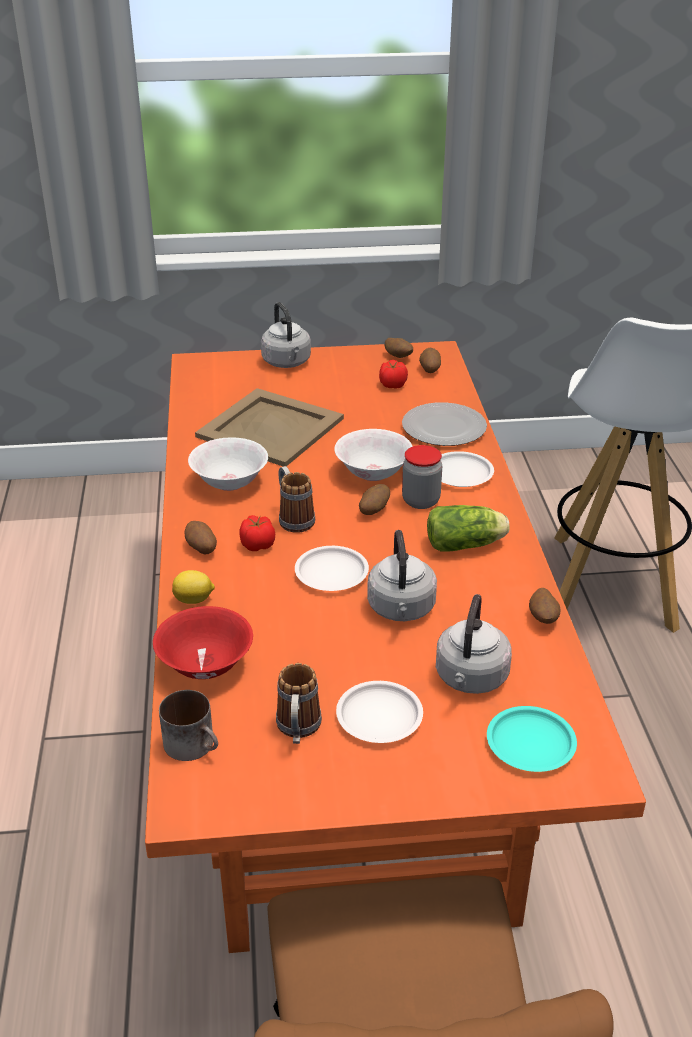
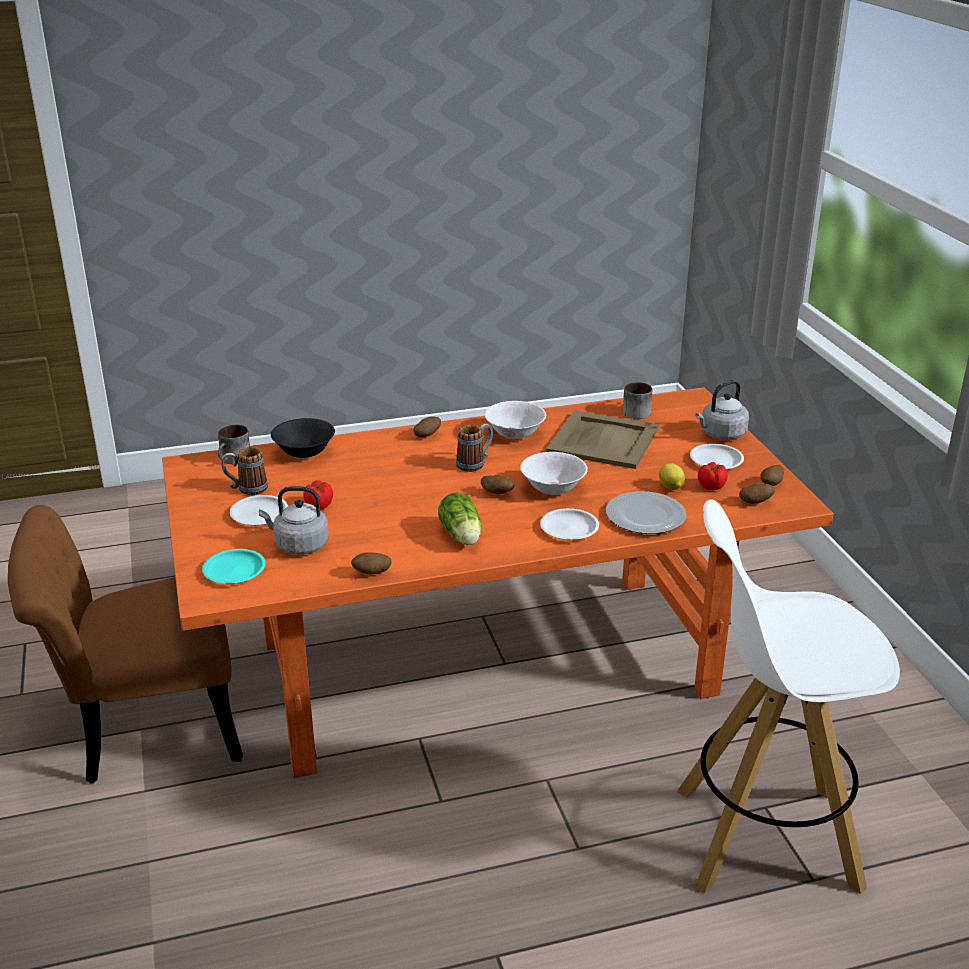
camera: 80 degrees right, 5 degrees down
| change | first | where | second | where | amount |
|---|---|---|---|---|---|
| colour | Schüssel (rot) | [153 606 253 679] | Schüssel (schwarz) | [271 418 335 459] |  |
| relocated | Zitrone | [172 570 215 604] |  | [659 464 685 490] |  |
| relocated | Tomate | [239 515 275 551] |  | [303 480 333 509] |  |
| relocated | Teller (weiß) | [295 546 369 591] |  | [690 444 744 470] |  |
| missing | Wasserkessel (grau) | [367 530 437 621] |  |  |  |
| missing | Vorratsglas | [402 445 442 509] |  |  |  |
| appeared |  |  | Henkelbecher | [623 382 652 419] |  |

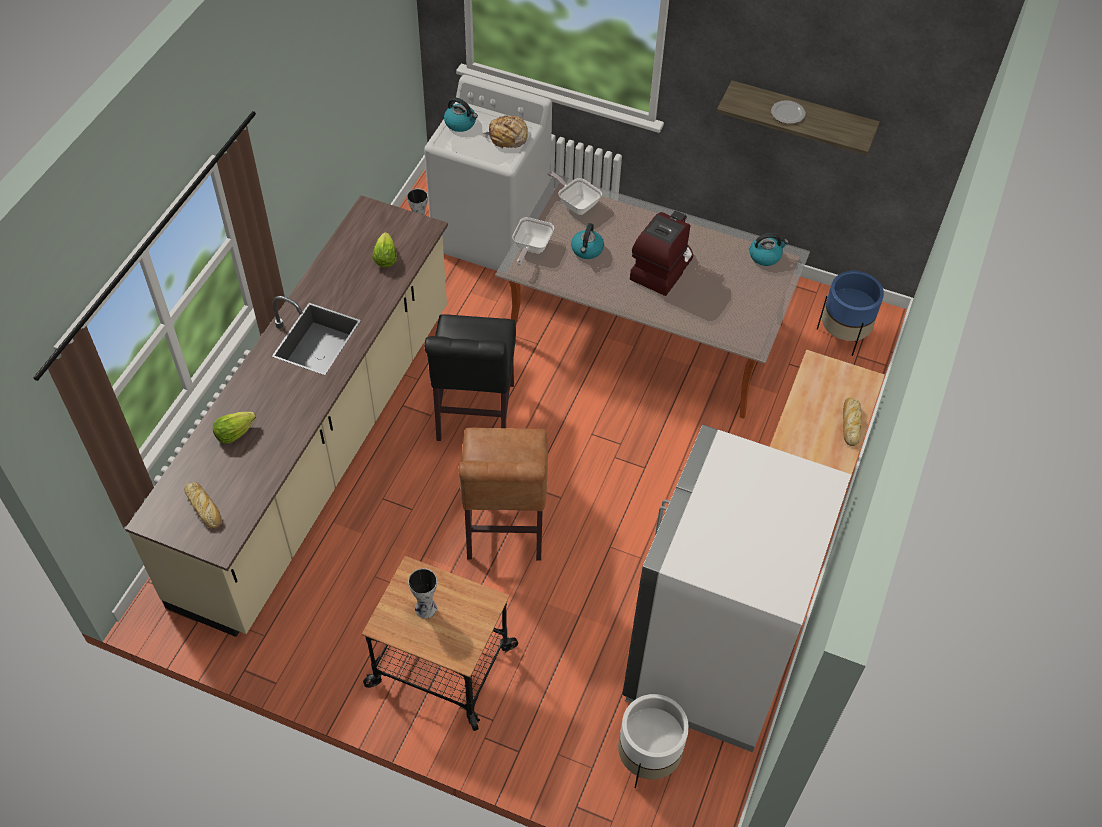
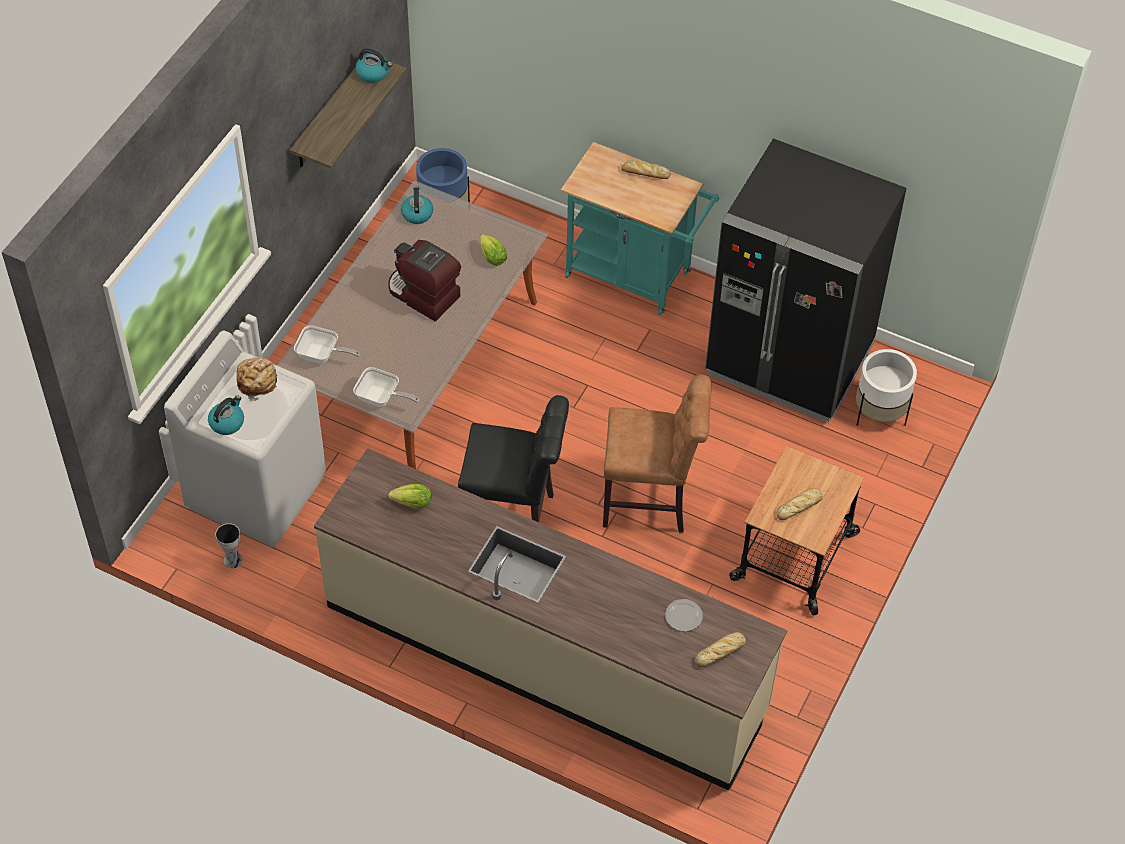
camera: 85 degrees left, 0 degrees up
| change | first | where | second | where | amount |
|---|---|---|---|---|---|
| relocated | Salatkopf | [213 412 256 444] |  | [480 234 507 266] |  |
| exchanged | Vase | [408 568 437 618] | Brot | [776 488 823 520] |  |
| spun | Pfanne | [547 172 602 215] |  | [294 325 360 364] | 120 degrees counterclockwise |
| relocated | Wasserkessel | [571 223 604 259] |  | [356 48 392 83] |  |
| colour | Kühlschrank (weiß) | [622 425 851 752] | Kühlschrank (schwarz) | [705 138 907 424] |  |
| relocated | Teller | [771 100 805 124] |  | [665 599 703 631] |  |

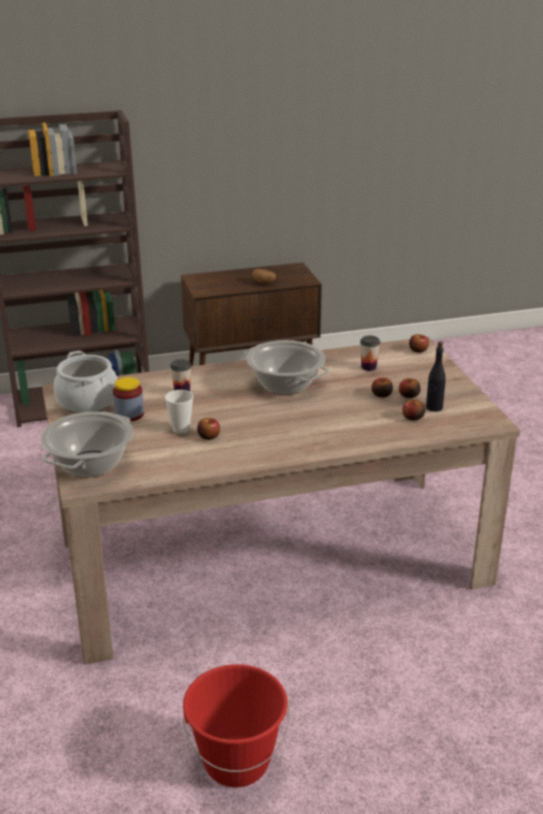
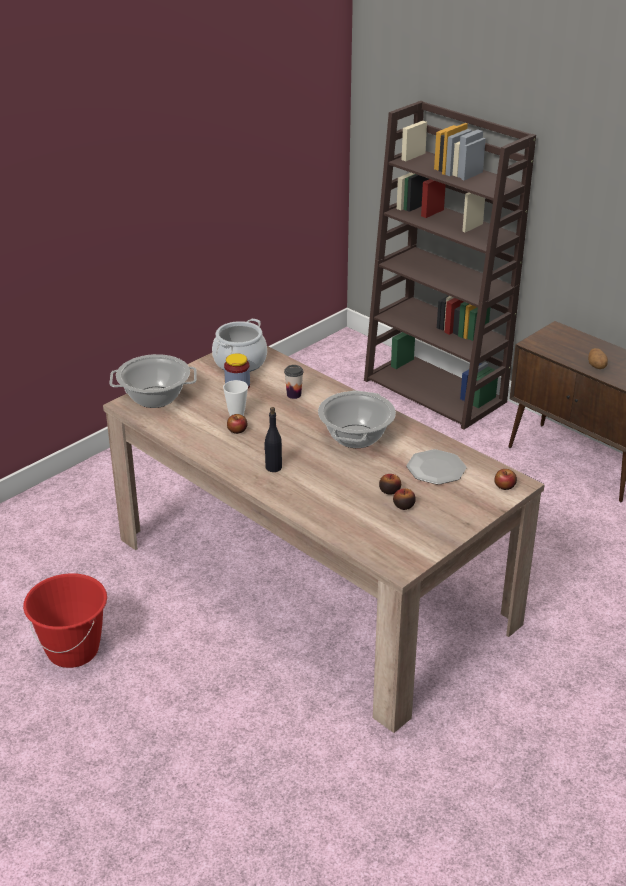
camera: 60 degrees right, 5 degrees up
| change | first | where | second | where | amount |
|---|---|---|---|---|---|
| exchanged | Tasse | [360 335 380 371] | Teller | [406 449 466 485] |  |
| missing | Apfel | [402 400 425 420] |  |  |  |
| relocated | Flasche (schwarz) | [426 341 446 412] |  | [264 407 282 472] |  |

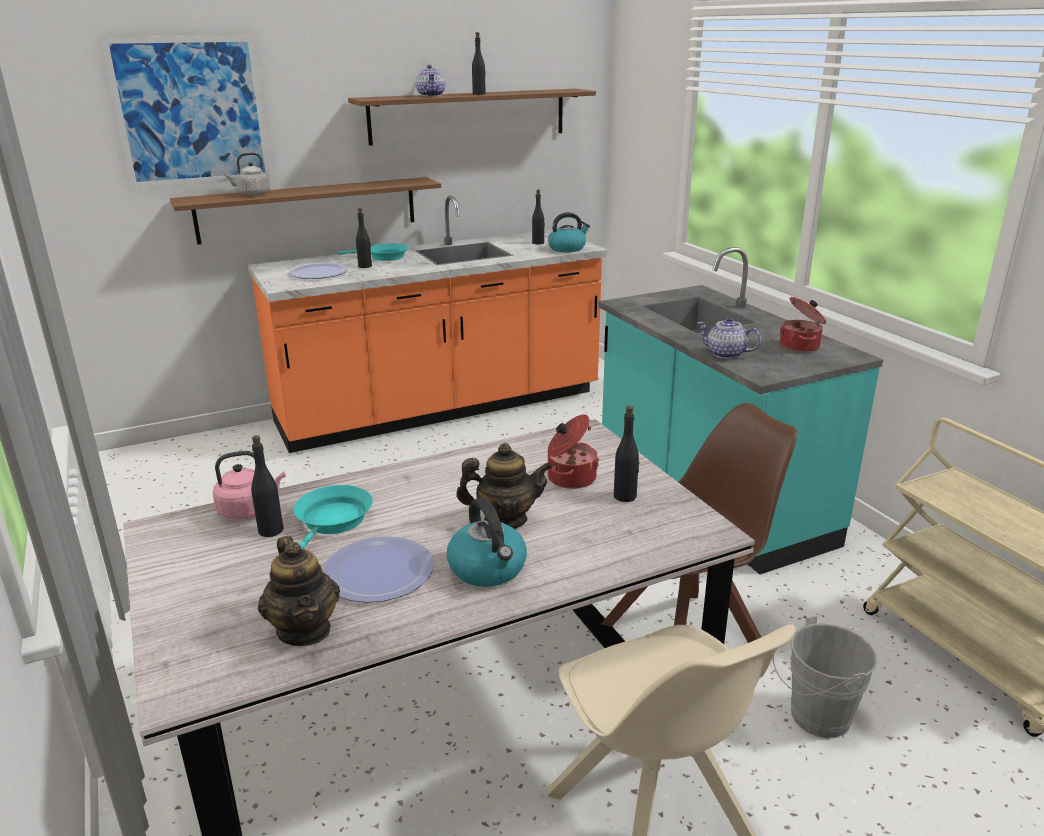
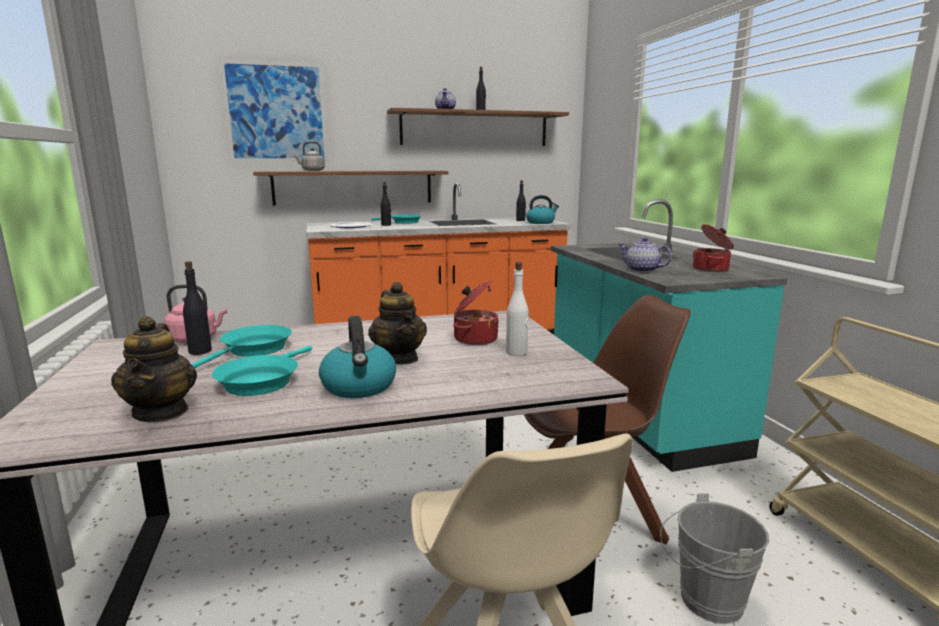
camera: 10 degrees right, 10 degrees down
| change | first | where | second | where | amount |
|---|---|---|---|---|---|
| exchanged | Teller | [322 536 434 603] | Pfanne (türkis) | [212 346 312 396] |  |
| spun | Teekanne | [456 443 553 529] |  | [368 282 427 365] | 60 degrees clockwise |
| colour | Flasche (schwarz) | [614 406 640 502] | Flasche (weiß) | [506 262 529 356] |  |

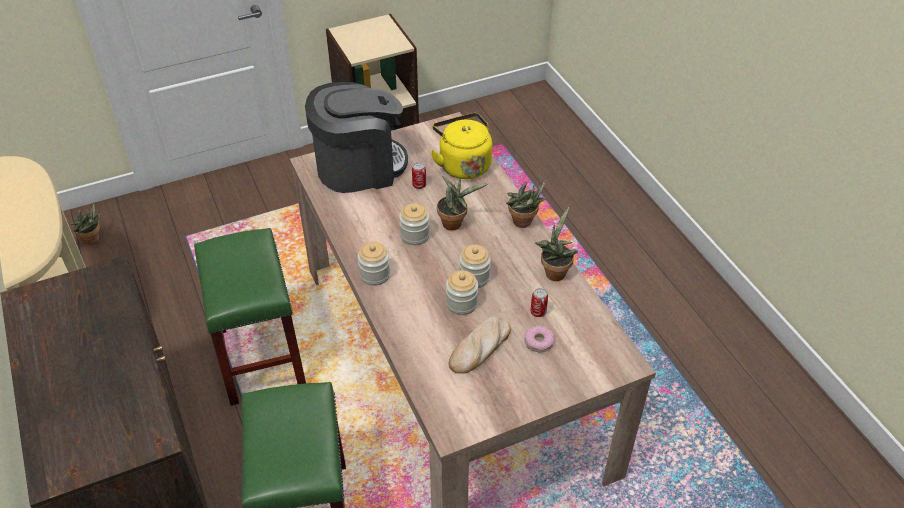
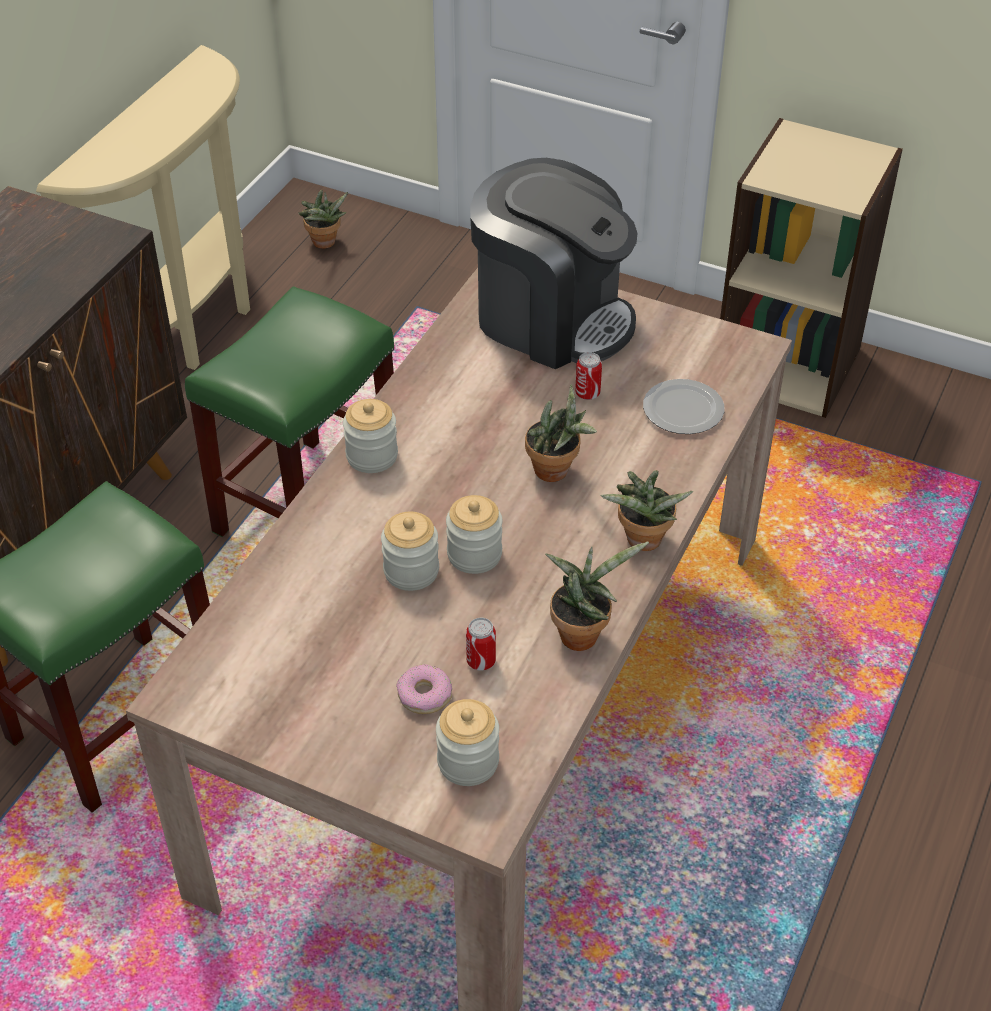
camera: 50 degrees right, 0 degrees up
| change | first | where | second | where | amount |
|---|---|---|---|---|---|
| relocated | Vorratsglas | [399 203 430 245] |  | [436 699 499 786] |  |
| exchanged | Wasserkessel (gelb) | [431 113 492 179] | Teller | [643 379 725 434] |  |
| missing | Brot | [449 316 511 374] |  |  |  |

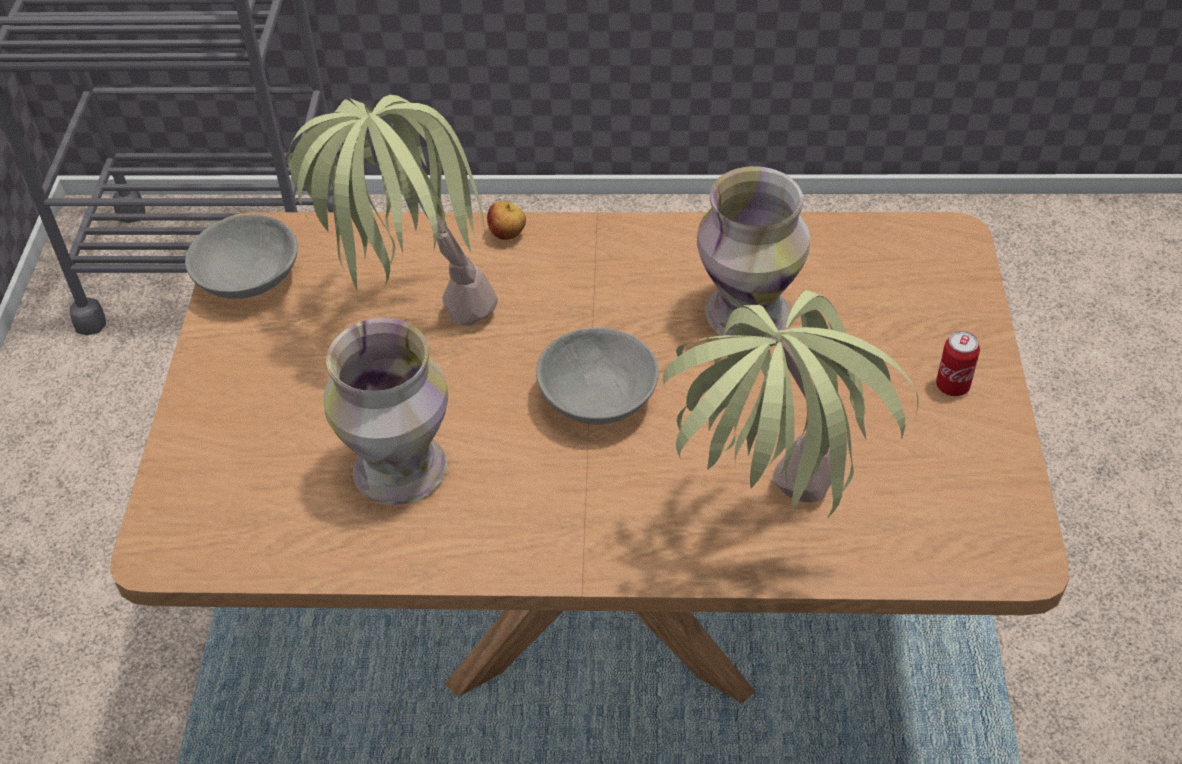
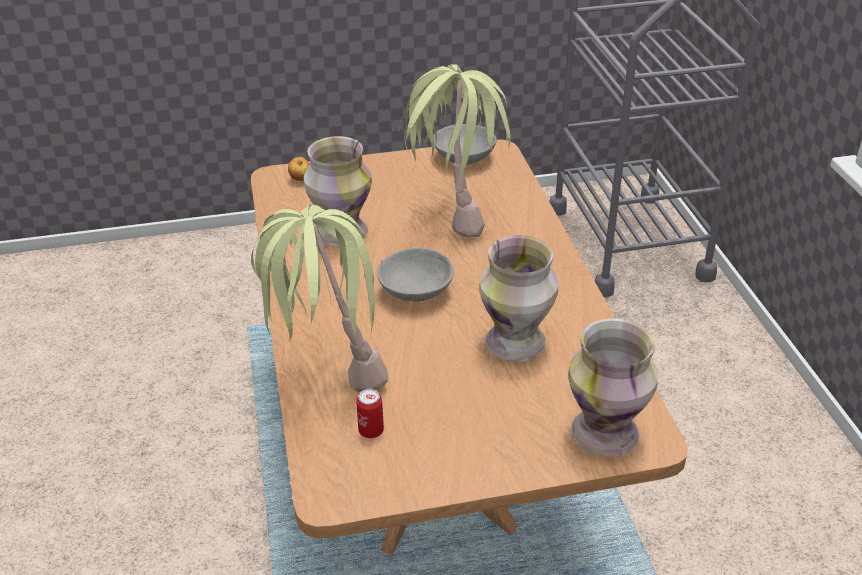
camera: 75 degrees right, 10 degrees down
| change | first | where | second | where | amount |
|---|---|---|---|---|---|
| relocated | Apfel | [487 201 526 240] |  | [288 157 310 181] |  |
| relocated | Dose | [936 331 980 396] |  | [356 389 384 438] |  |
| appeared |  |  | Vase | [568 318 658 457] |  |

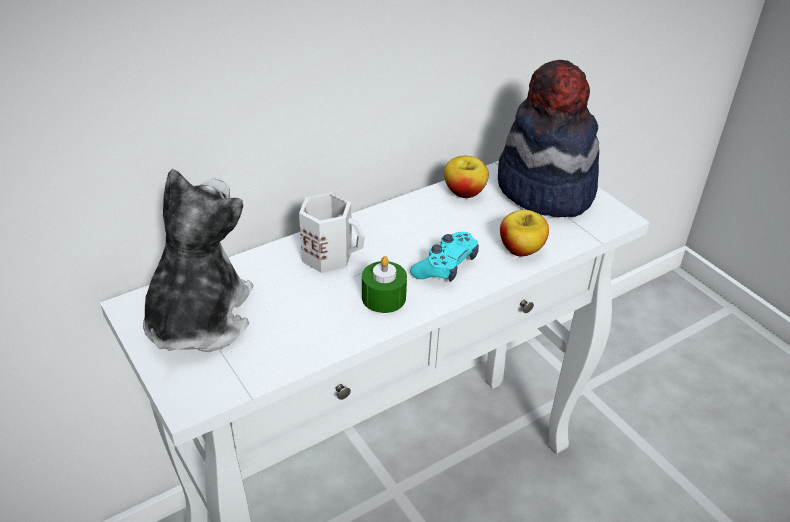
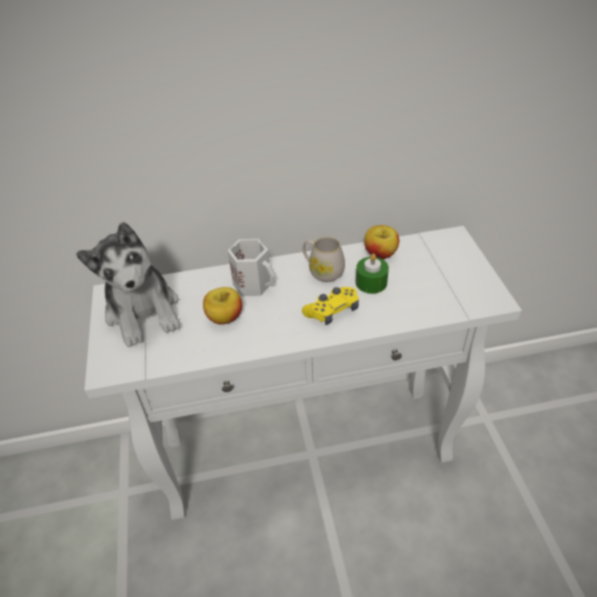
camera: 25 degrees right, 5 degrees up
| change | first | where | second | where | amount |
|---|---|---|---|---|---|
| spun | Plüschtier | [143 169 253 352] |  | [76 222 180 347] | 120 degrees clockwise |
| relocated | Kerze (grün) | [362 256 407 313] |  | [356 253 389 294] |  |
| colour | Gamepad (türkis) | [410 232 479 282] | Gamepad (gelb) | [302 287 359 325] |  |
| missing | Hut | [498 60 599 217] |  |  |  |
| relocated | Apfel | [500 210 549 256] |  | [203 287 242 325] |  |
| appeared |  |  | Henkelbecher (weiß) | [303 237 345 282] |  |

